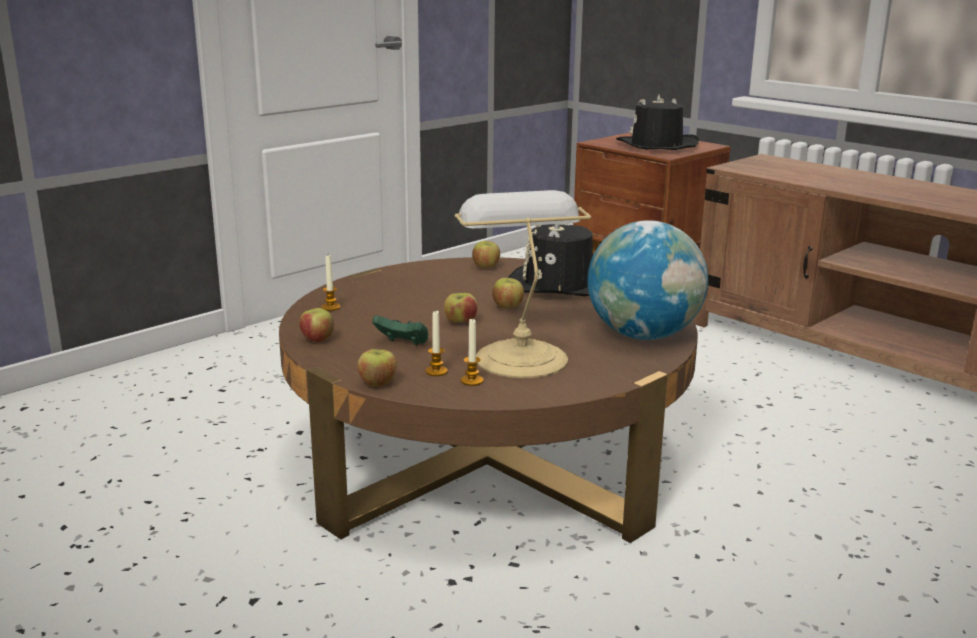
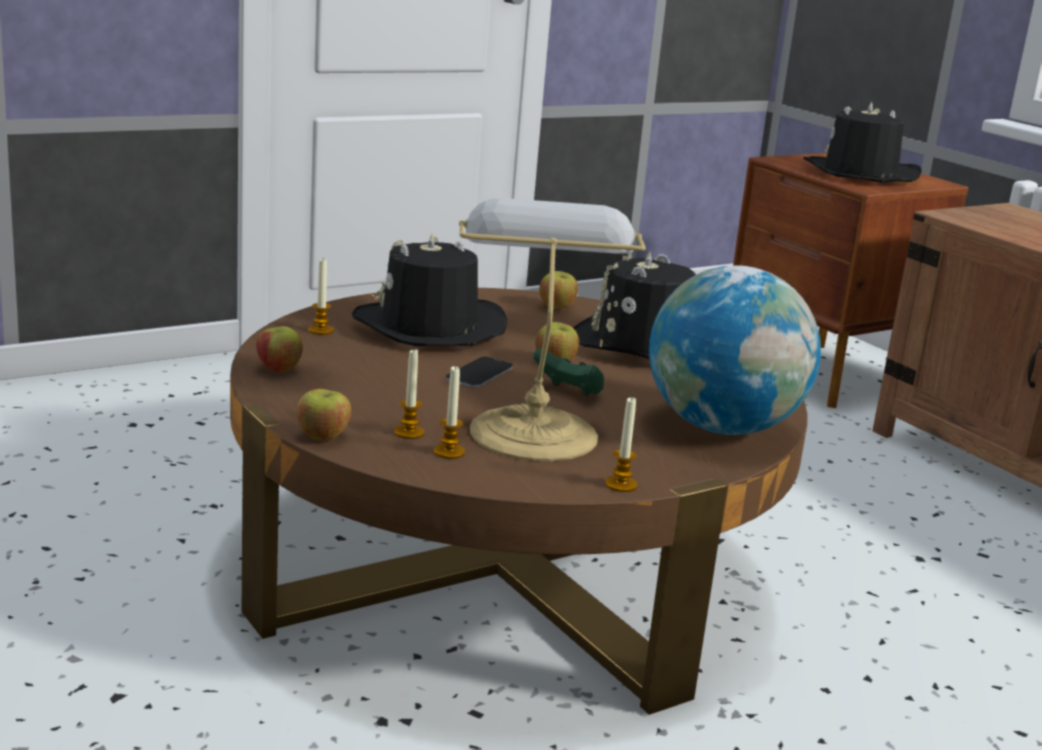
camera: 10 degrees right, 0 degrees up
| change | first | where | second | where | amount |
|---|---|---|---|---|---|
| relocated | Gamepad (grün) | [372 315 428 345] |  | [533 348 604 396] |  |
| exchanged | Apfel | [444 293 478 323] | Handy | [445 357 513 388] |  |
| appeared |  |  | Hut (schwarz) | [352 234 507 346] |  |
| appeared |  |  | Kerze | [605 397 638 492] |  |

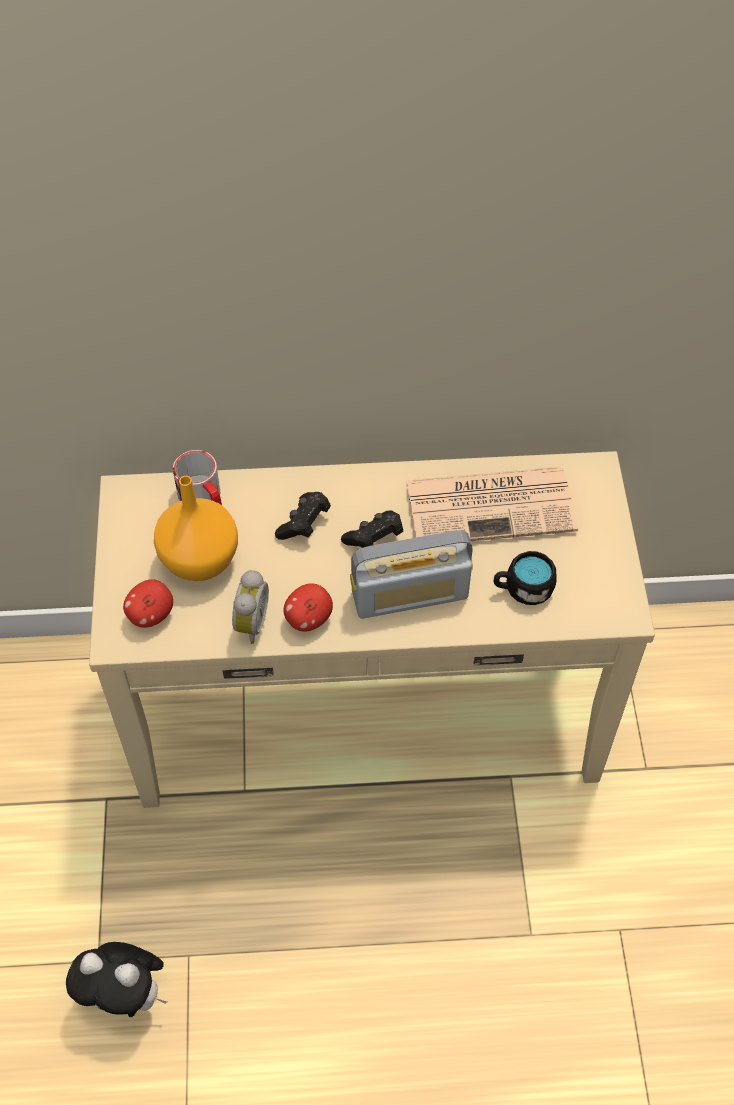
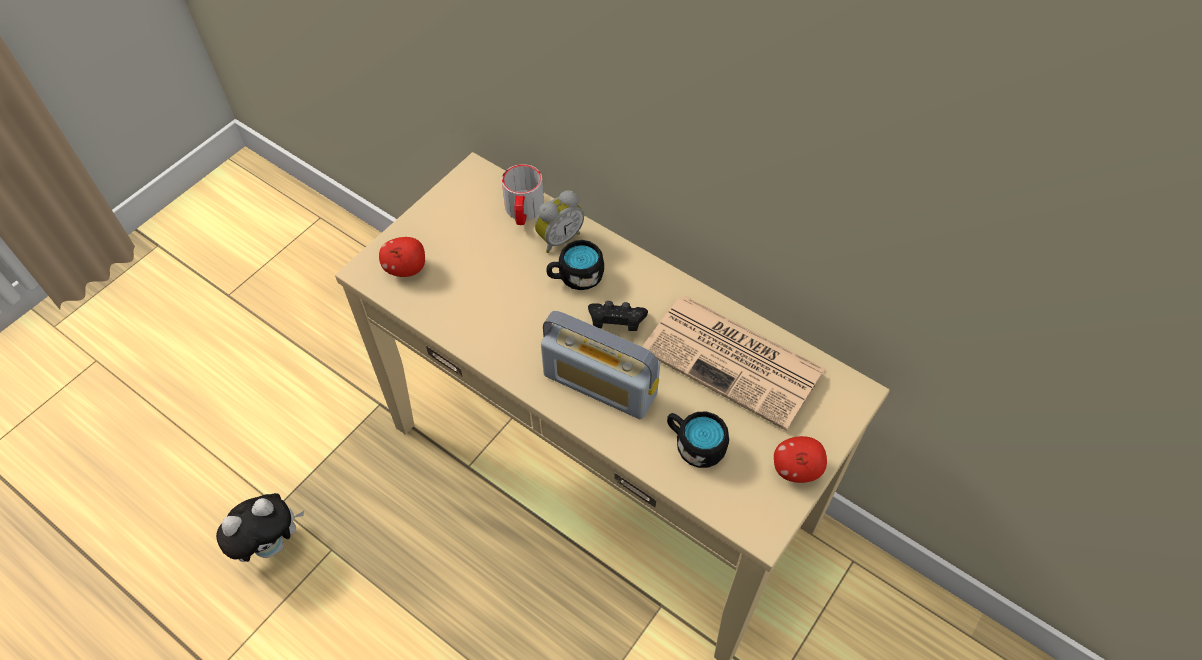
camera: 40 degrees right, 0 degrees up
| change | first | where | second | where | amount |
|---|---|---|---|---|---|
| spun | Plüschtier | [66 942 167 1017] |  | [216 493 304 562] | 90 degrees counterclockwise |
| missing | Vase (orange) | [154 476 238 581] |  |  |  |
| relocated | Wecker | [232 570 269 644] |  | [535 190 584 253] |  |
| exchanged | Gamepad (schwarz) | [275 492 331 540] | Henkelbecher (schwarz) | [547 240 604 290] |  |
| relocated | Apfel | [284 583 333 632] |  | [774 436 827 483] |  |

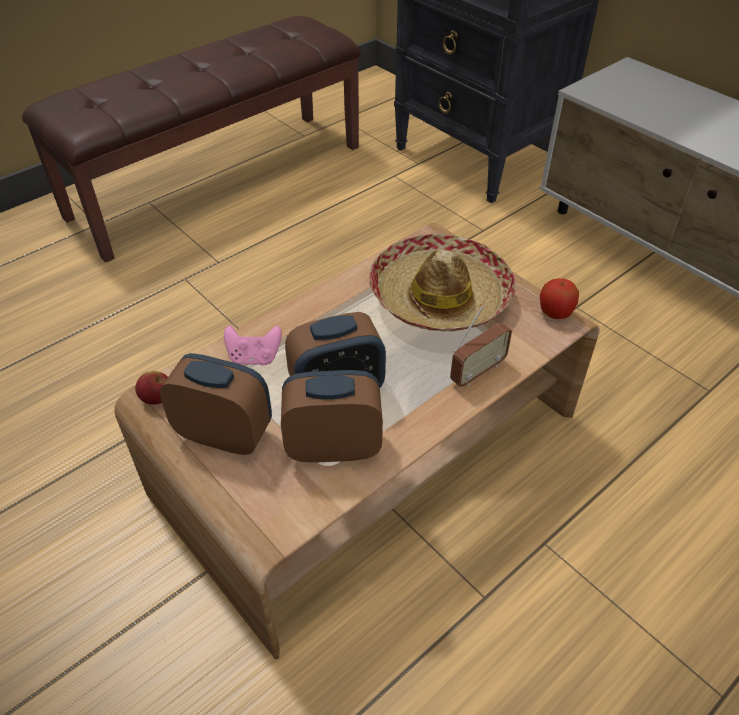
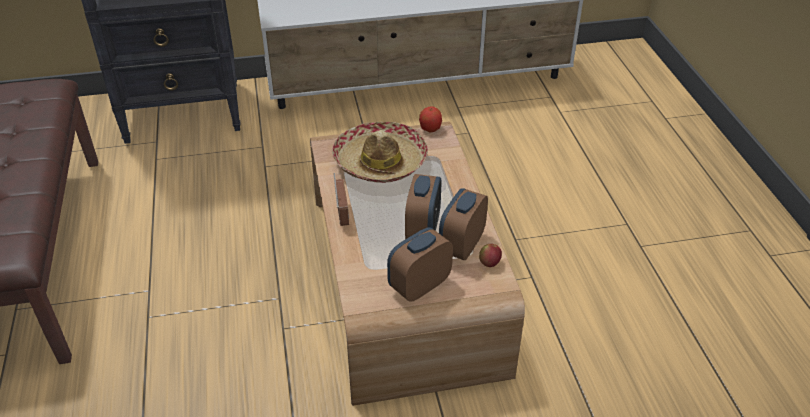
camera: 60 degrees left, 5 degrees down
| change | first | where | second | where | amount |
|---|---|---|---|---|---|
| relocated | Apfel | [135 371 168 404] |  | [479 244 502 267] |  |
| missing | Gamepad (rosa) | [224 325 282 366] |  |  |  |
| relocated | Radio | [450 306 512 387] |  | [333 173 349 226] |  |

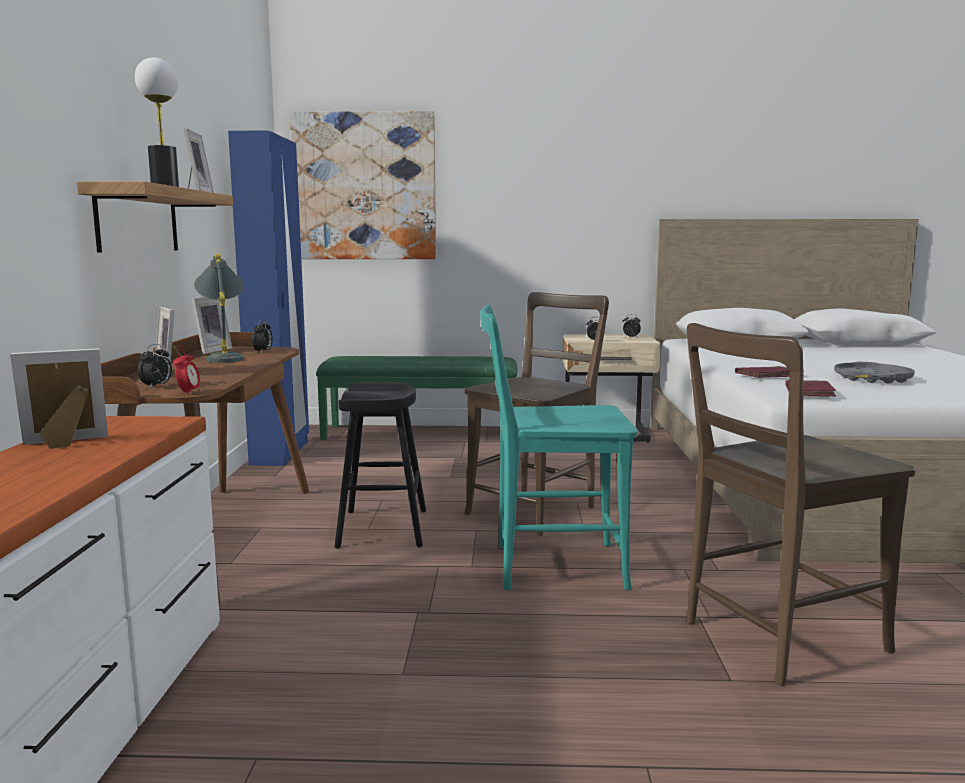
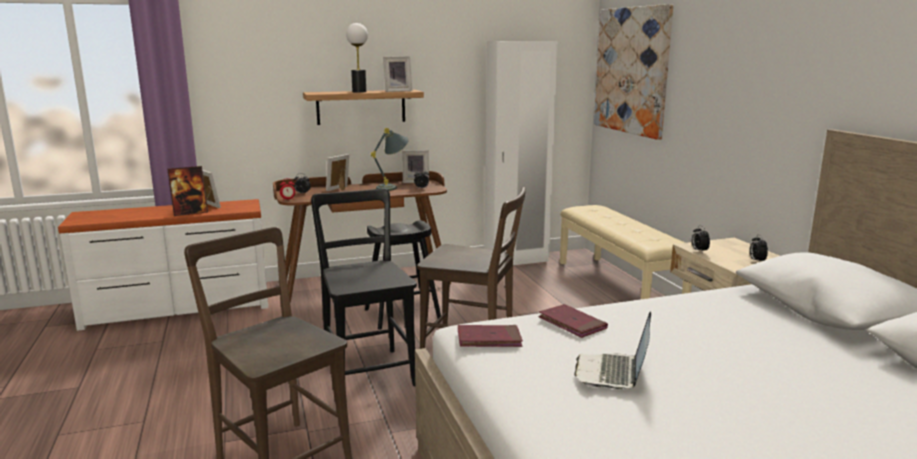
camera: 70 degrees right, 5 degrees up
| change | first | where | second | where | amount |
|---|---|---|---|---|---|
| colour | Kleiderschrank (blau) | [228 131 309 466] | Kleiderschrank (weiß) | [485 41 558 265] |  |
| colour | Bank (grün) | [316 356 518 440] | Bank (beige) | [560 205 692 299] |  |
| colour | Stuhl (türkis) | [480 305 638 591] | Stuhl (schwarz) | [311 188 417 386] |  |
| exchanged | Tablett (grau) | [834 362 915 384] | Laptop | [574 311 651 389] |  |
| appeared |  |  | Bilderrahmen | [167 166 208 216] |  |

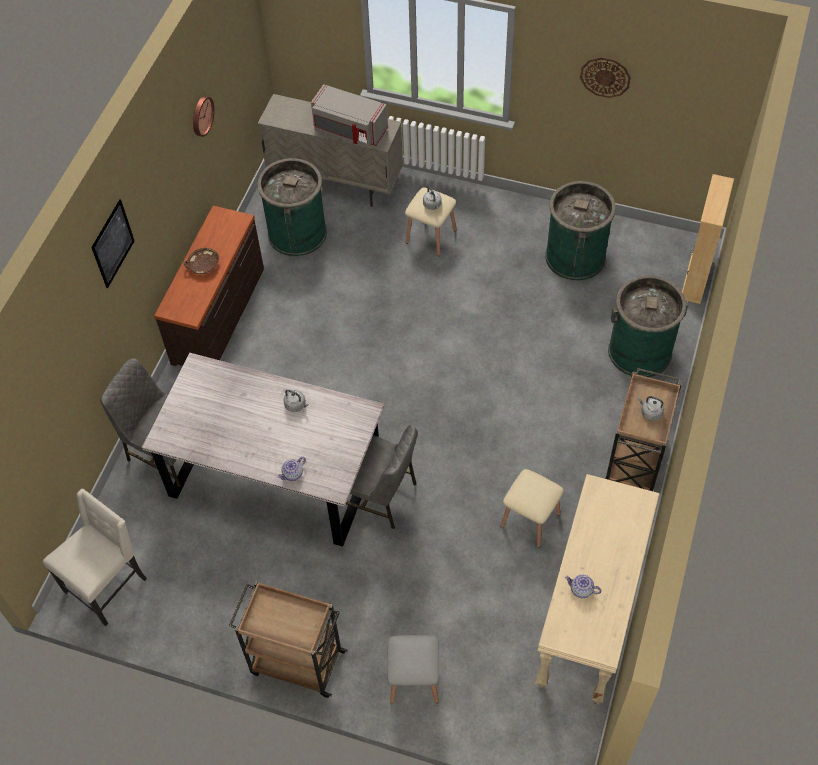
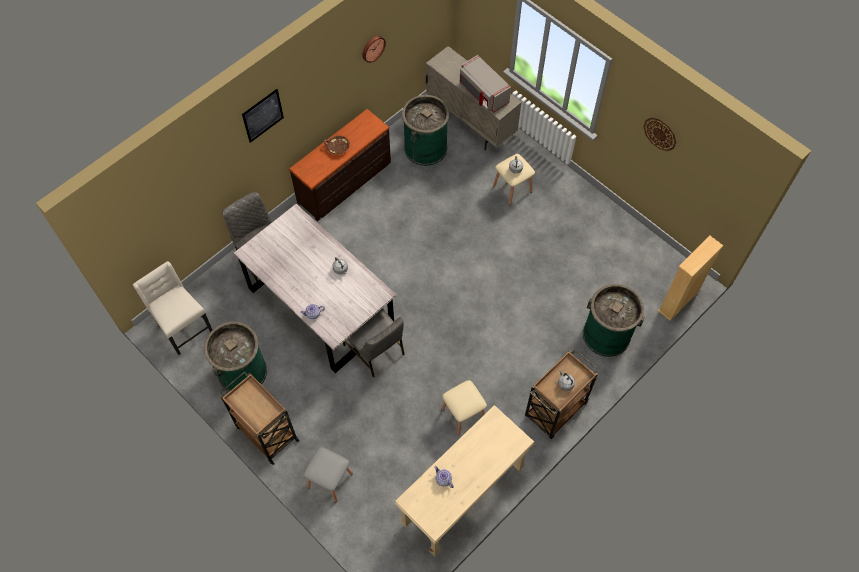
camera: 25 degrees right, 5 degrees up
| change | first | where | second | where | amount |
|---|---|---|---|---|---|
| spun | Stuhl (beige) | [43 489 147 626] |  | [133 261 212 355] | 105 degrees counterclockwise |
| relocated | Mülleimer (grün) | [545 181 616 281] |  | [204 322 267 392] |  |

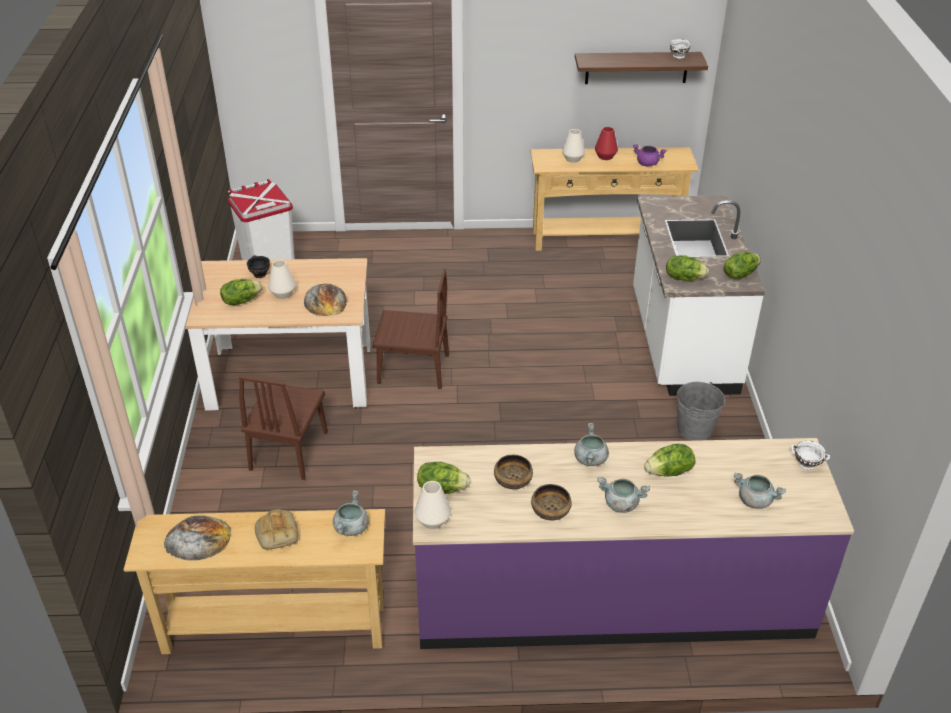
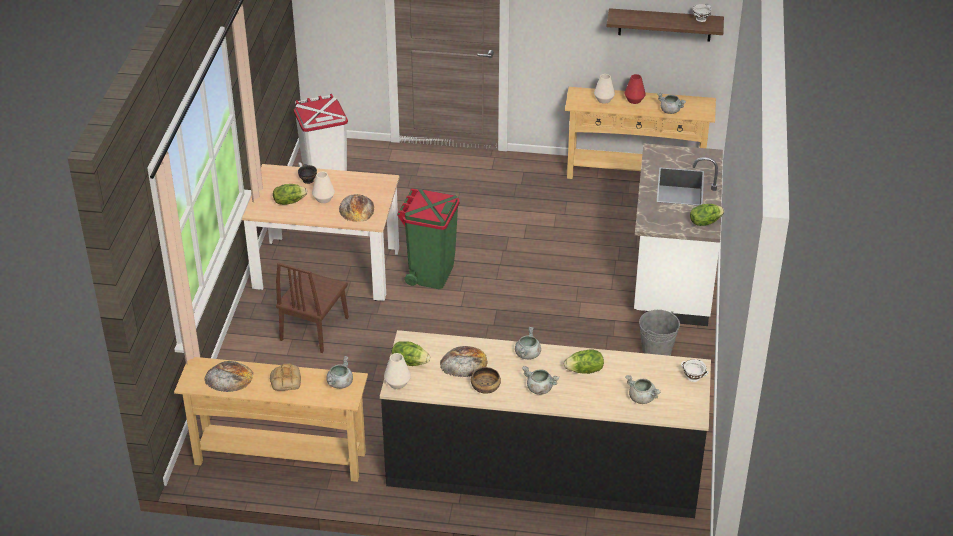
camera: 10 degrees right, 0 degrees up
| change | first | where | second | where | amount |
|---|---|---|---|---|---|
| exchanged | Stuhl (braun) | [372 269 449 389] | Mülleimer (grün) | [397 188 459 289] |  |
| colour | Küchenzeile (lila) | [413 438 854 649] | Küchenzeile (schwarz) | [380 330 711 518] |  |
| exchanged | Schüssel | [494 455 533 489] | Brot | [440 346 488 377] |  |
| colour | Kochtopf (lila) | [633 144 667 166] | Kochtopf (grau) | [657 93 686 114] |  |
| missing | Salatkopf | [666 255 709 281] |  |  |  |

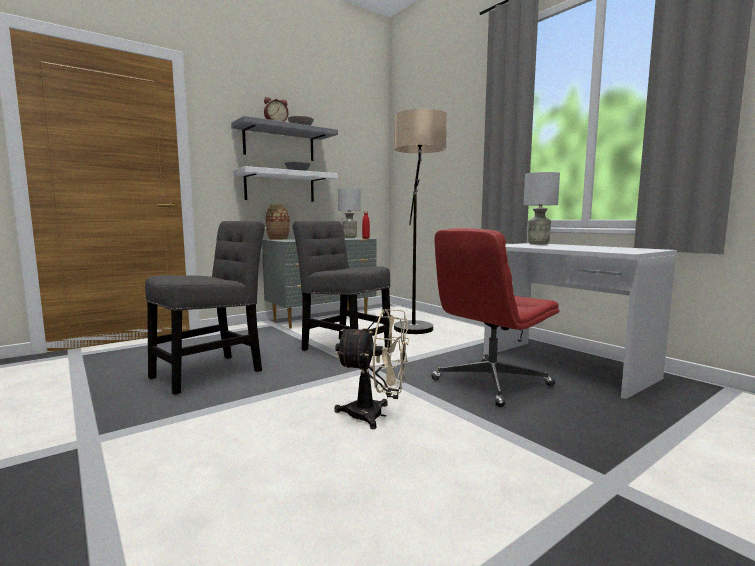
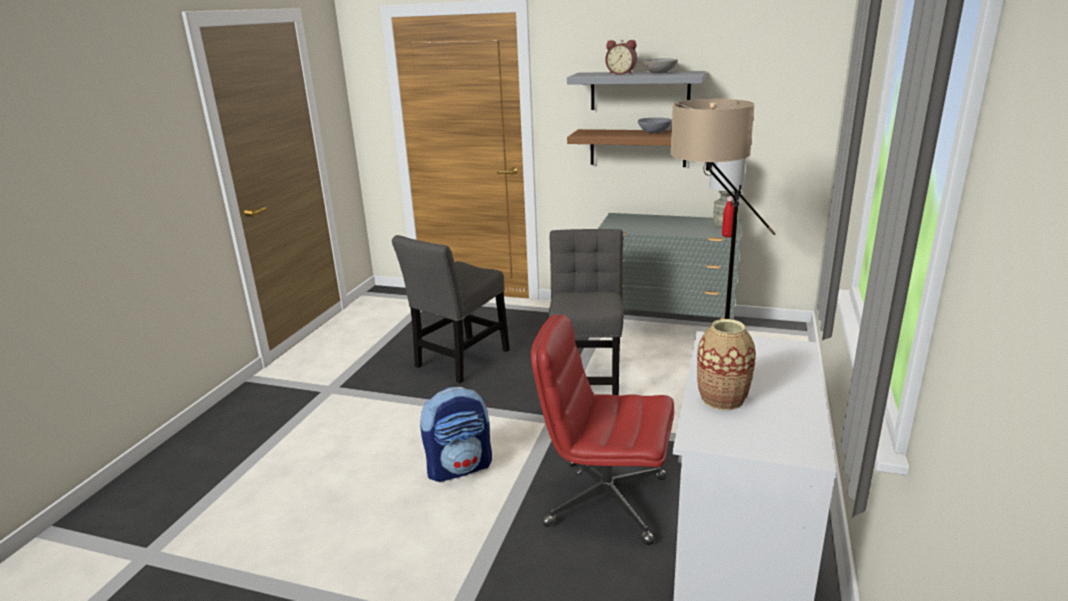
camera: 55 degrees right, 15 degrees up
| change | first | where | second | where | amount |
|---|---|---|---|---|---|
| spun | Stuhl (grau) | [145 221 265 395] |  | [392 235 510 383] | 120 degrees clockwise |
| colour | Wandregal (weiß) | [233 166 338 202] | Wandregal (braun) | [567 129 686 167] |  |
| relocated | Vase | [266 204 290 240] |  | [697 319 756 410] |  |
| exchanged | Ventilator (beige) | [334 309 409 429] | Rucksack | [420 387 492 482] |  |
| missing | Tischlampe (grau) | [524 172 560 245] |  |  |  |

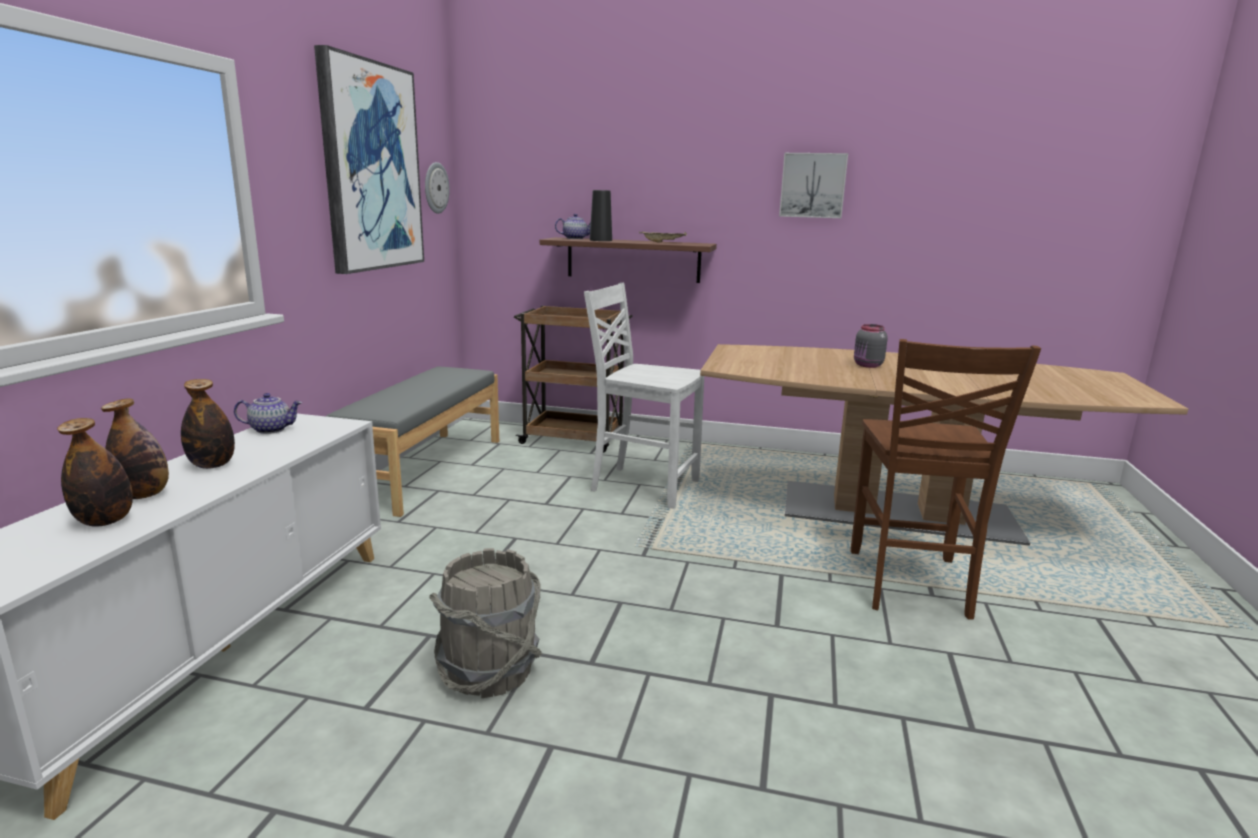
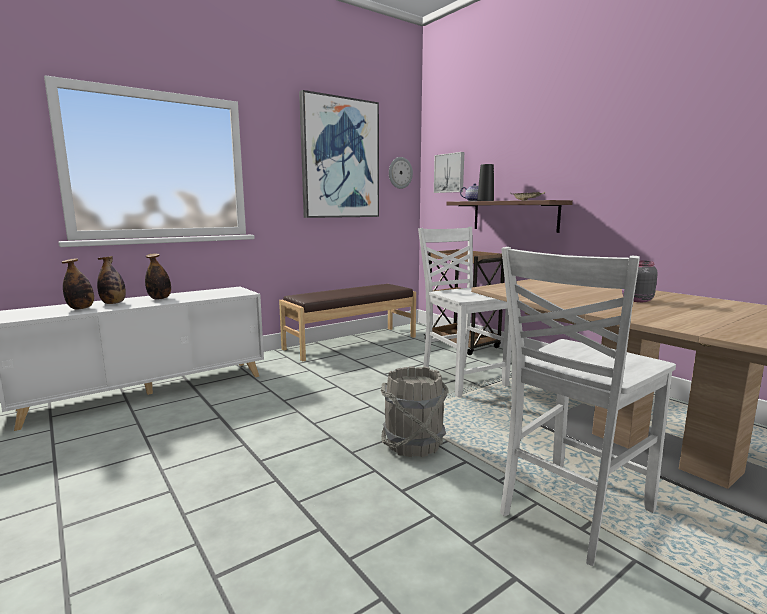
camera: 40 degrees right, 5 degrees down
| change | first | where | second | where | amount |
|---|---|---|---|---|---|
| missing | Teekanne | [234 393 302 434] |  |  |  |
| colour | Bank (grau) | [326 367 499 517] | Bank (braun) | [279 284 416 361] |  |
| relocated | Eimer (grau) | [429 548 542 699] |  | [381 366 449 457] |  |
| relocated | Bild | [779 153 848 218] |  | [434 152 464 193] |  |
| colour | Stuhl (braun) | [851 339 1041 620] | Stuhl (weiß) | [500 247 676 566] |  |

